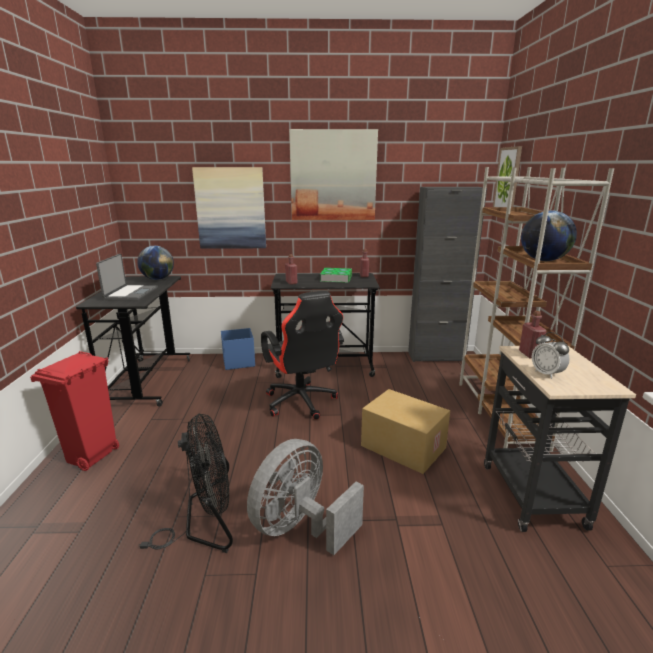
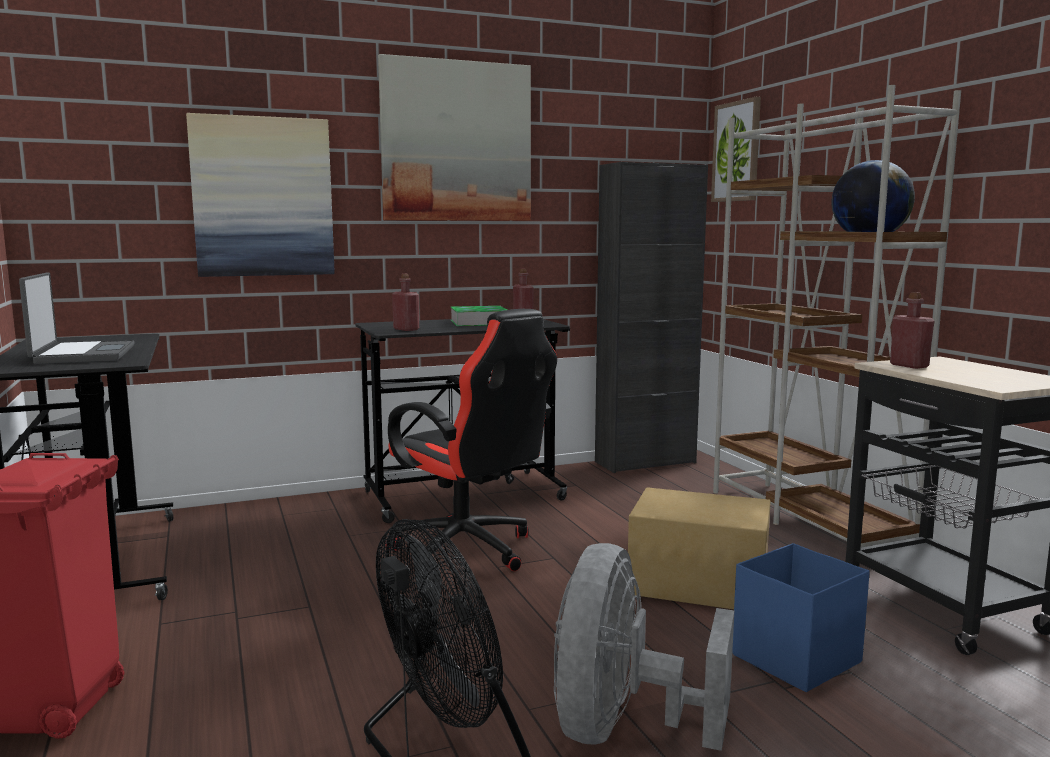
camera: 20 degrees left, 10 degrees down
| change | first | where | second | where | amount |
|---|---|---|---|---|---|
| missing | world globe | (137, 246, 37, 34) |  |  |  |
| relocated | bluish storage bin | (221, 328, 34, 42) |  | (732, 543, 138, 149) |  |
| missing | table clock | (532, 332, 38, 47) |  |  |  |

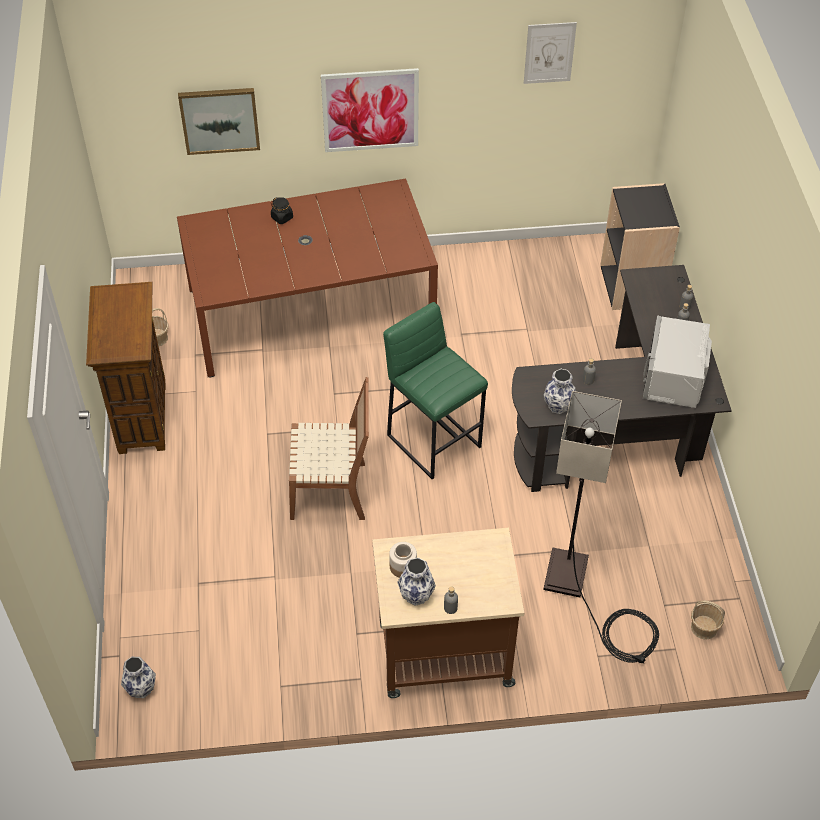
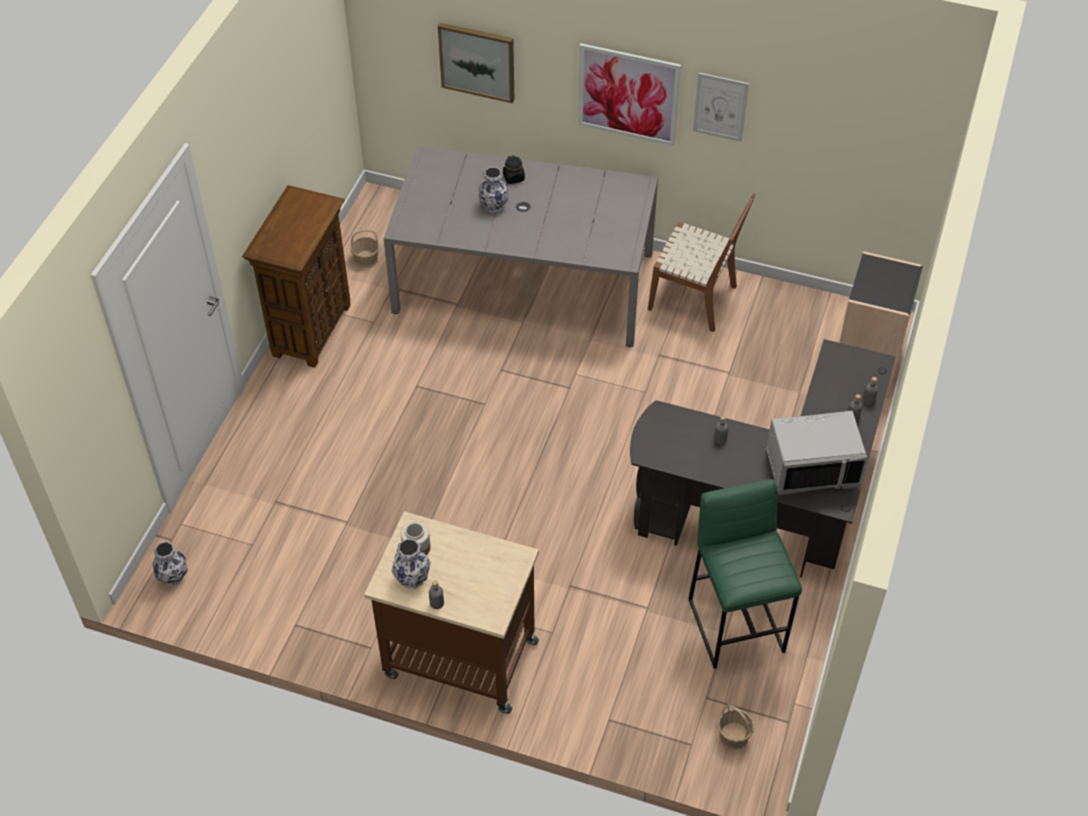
camera: 25 degrees right, 0 degrees up
| change | first | where | second | where | amount |
|---|---|---|---|---|---|
| relocated | picture | (524, 22, 53, 62) |  | (693, 73, 56, 69) |  |
| colour | brown dinner table | (177, 178, 261, 199) | gray dinner table | (383, 146, 275, 201) |  |
| relocated | green-coloured stool | (383, 302, 105, 178) |  | (689, 479, 113, 190) |  |
| spun | gray microwave oven | (643, 315, 69, 93) |  | (766, 411, 101, 84) | 135 degrees counterclockwise |
| relocated | vase | (543, 369, 33, 45) |  | (479, 167, 30, 46) |  |
| relocated | plain chair | (289, 377, 80, 143) |  | (648, 193, 108, 139) |  |
| missing | standing lamp | (543, 391, 116, 273) |  |  |  |

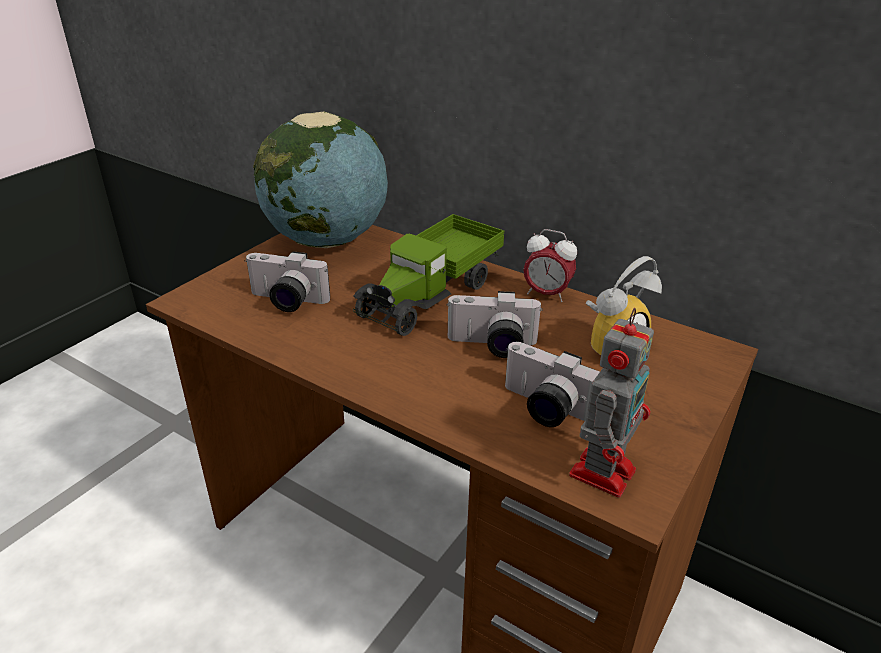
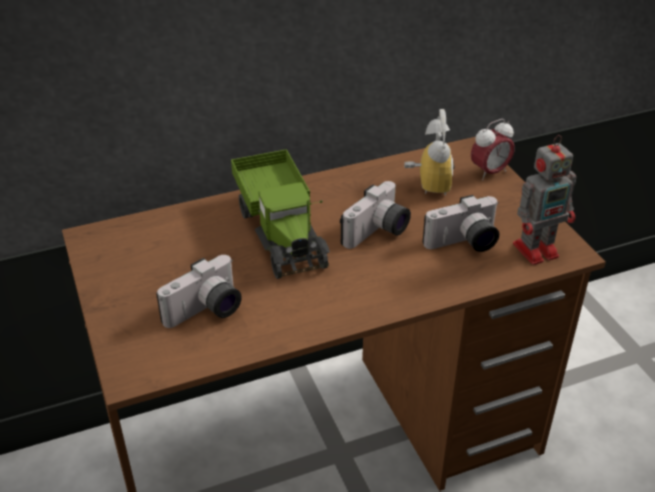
camera: 55 degrees left, 5 degrees up
| change | first | where | second | where | amount |
|---|---|---|---|---|---|
| missing | world globe | (253, 112, 135, 136) |  |  |  |
| relocated | table clock | (523, 229, 54, 73) |  | (471, 119, 44, 62) |  |
| spun | model robot | (569, 308, 85, 190) |  | (513, 135, 63, 130) | 90 degrees clockwise |

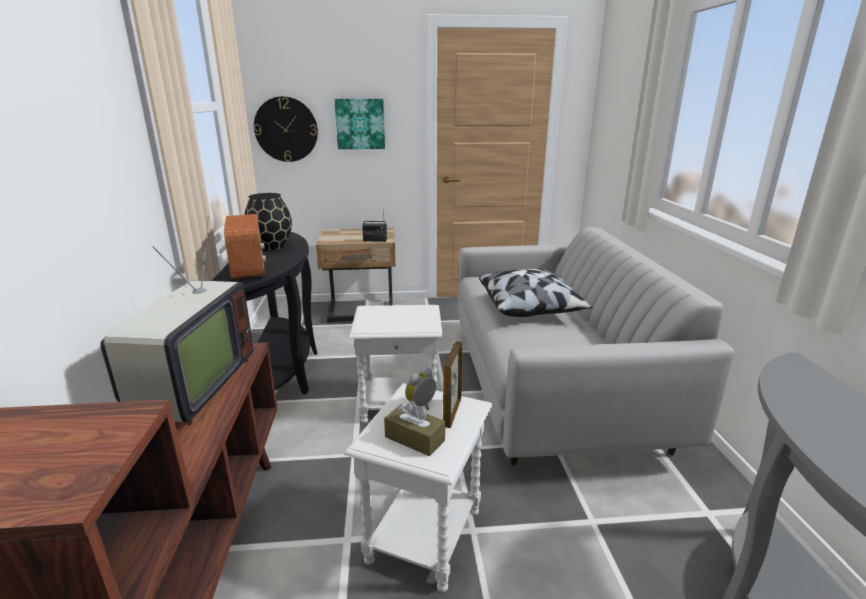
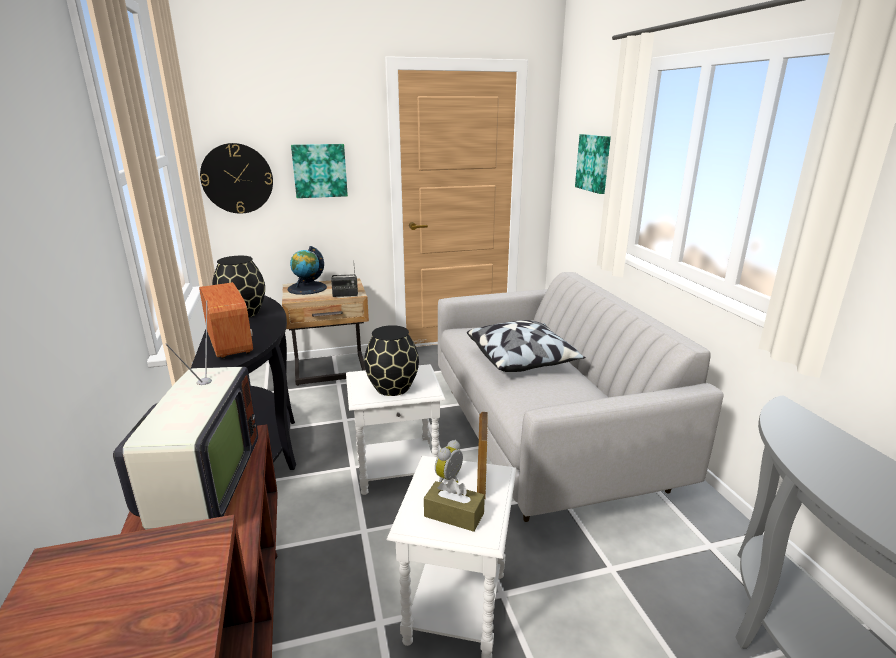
camera: 10 degrees left, 0 degrees up
| change | first | where | second | where | amount |
|---|---|---|---|---|---|
| appeared |  |  | picture | (575, 134, 36, 60) |  |
| appeared |  |  | world globe | (288, 246, 39, 49) |  |
| appeared |  |  | black-coloured vase | (364, 325, 55, 71) |  |

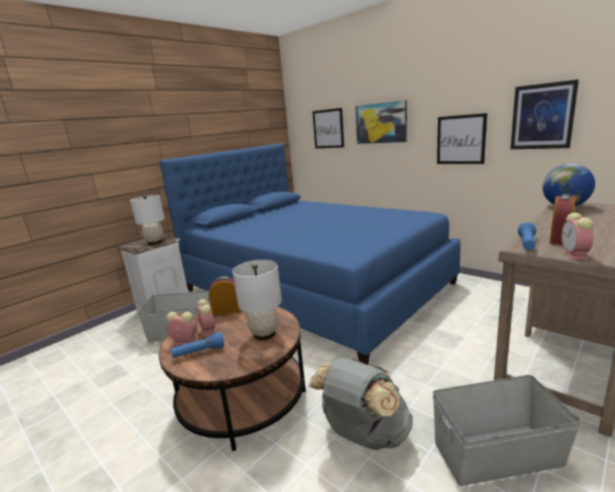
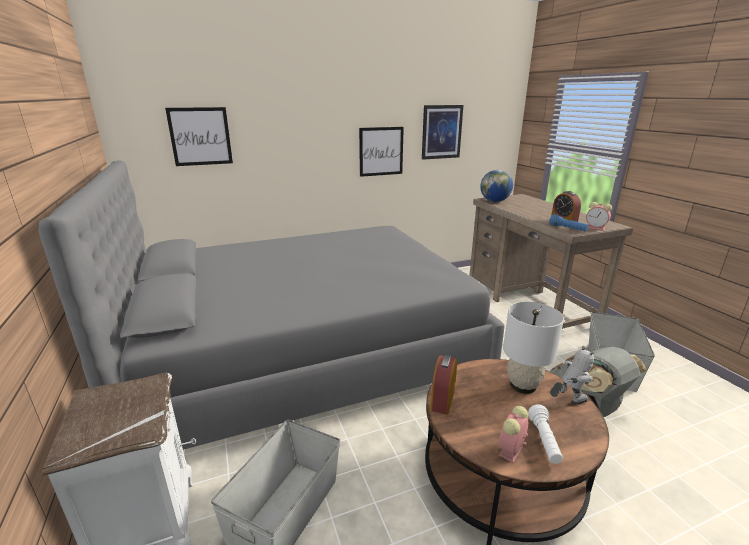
camera: 65 degrees left, 5 degrees up
| change | first | where | second | where | amount |
|---|---|---|---|---|---|
| missing | picture | (355, 100, 52, 44) |  |  |  |
| colour | bluish sleeping bed | (159, 143, 302, 222) | gray sleeping bed | (38, 160, 467, 290) |  |
| missing | whitish tabletop lamp | (130, 195, 35, 50) |  |  |  |
| missing | table clock | (196, 299, 19, 38) |  |  |  |
| colour | bluish torch | (171, 332, 53, 26) | whitish torch | (528, 404, 35, 60) |  |
| appeared |  |  | model robot | (550, 346, 44, 58) |  |

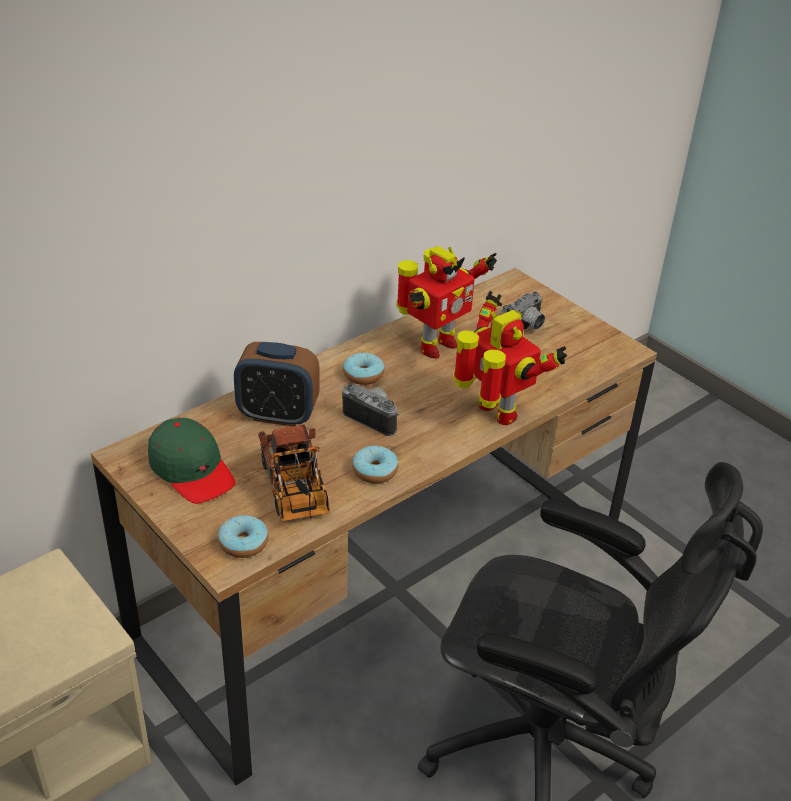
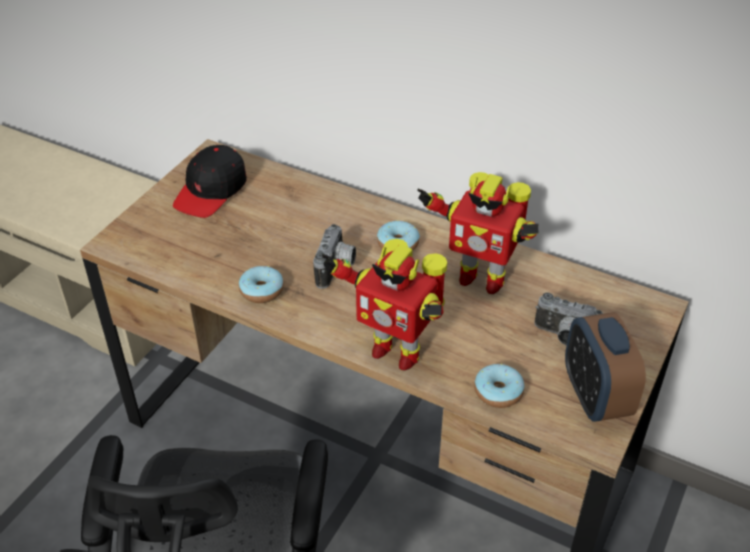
camera: 70 degrees right, 5 degrees up
| change | first | where | second | where | amount |
|---|---|---|---|---|---|
| spun | model robot | (453, 291, 114, 134) |  | (322, 239, 125, 132) | 90 degrees clockwise |
| relocated | table clock | (234, 342, 86, 85) |  | (565, 312, 81, 110) |  |
| colour | green-coloured cap | (148, 417, 87, 87) | black-coloured cap | (173, 145, 73, 73) |  |
| missing | toy lorry | (258, 424, 72, 97) |  |  |  |
| relocated | donut | (218, 515, 50, 43) |  | (474, 364, 51, 44) |  |

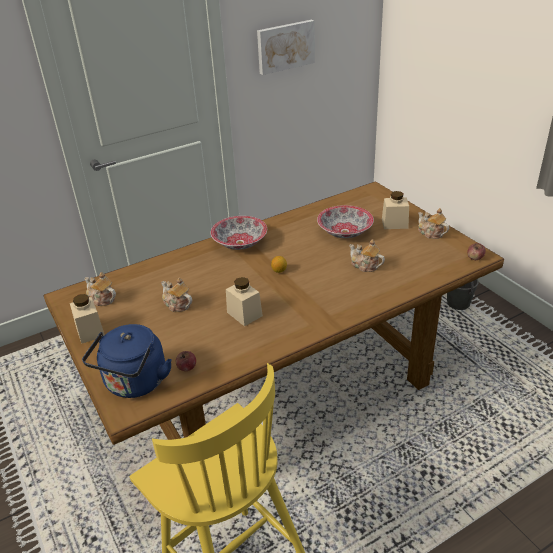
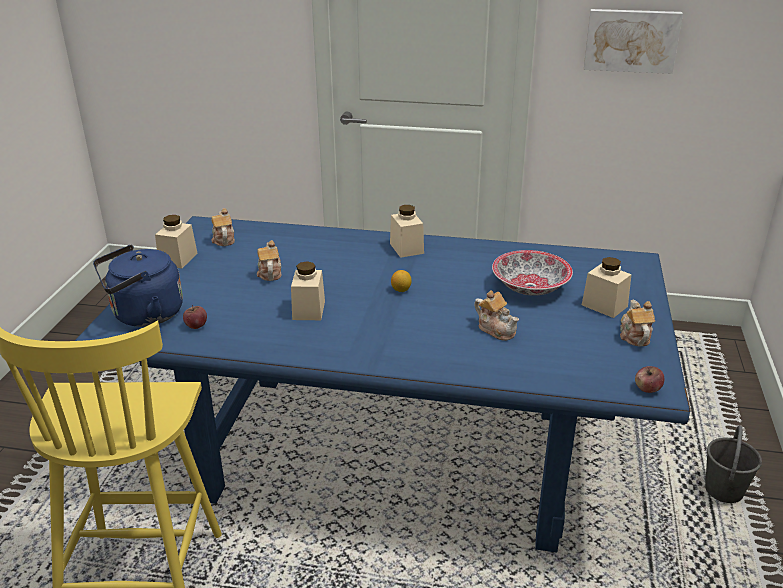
camera: 40 degrees right, 5 degrees down
| change | first | where | second | where | amount |
|---|---|---|---|---|---|
| colour | brown dinner table | (44, 181, 460, 264) | bluish dinner table | (75, 216, 615, 337) |  |
| exchanged | serving bowl | (211, 216, 56, 34) | beige preserve jar | (390, 205, 34, 53) |  |
| spun | pot for tea | (349, 239, 36, 33) |  | (474, 290, 45, 51) | 150 degrees clockwise |

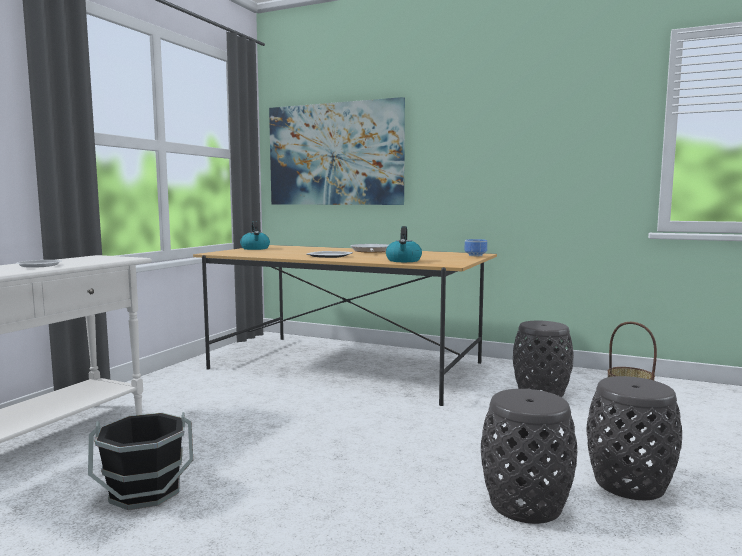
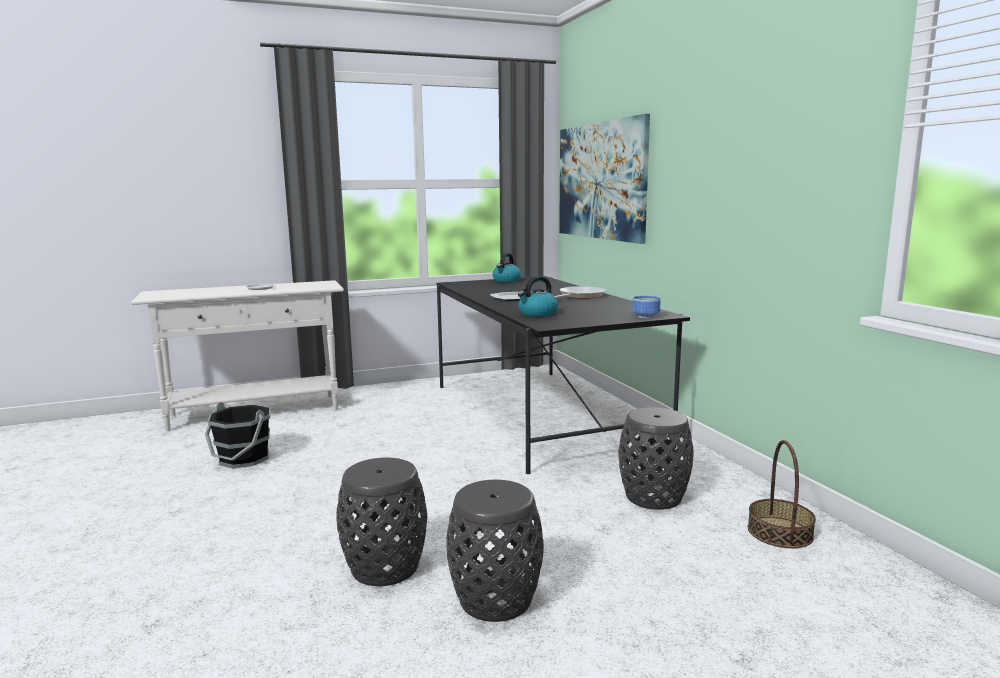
camera: 45 degrees right, 5 degrees up
| change | first | where | second | where | amount |
|---|---|---|---|---|---|
| colour | beige dinner table | (193, 245, 304, 161) | black-coloured dinner table | (436, 276, 254, 198) |  |

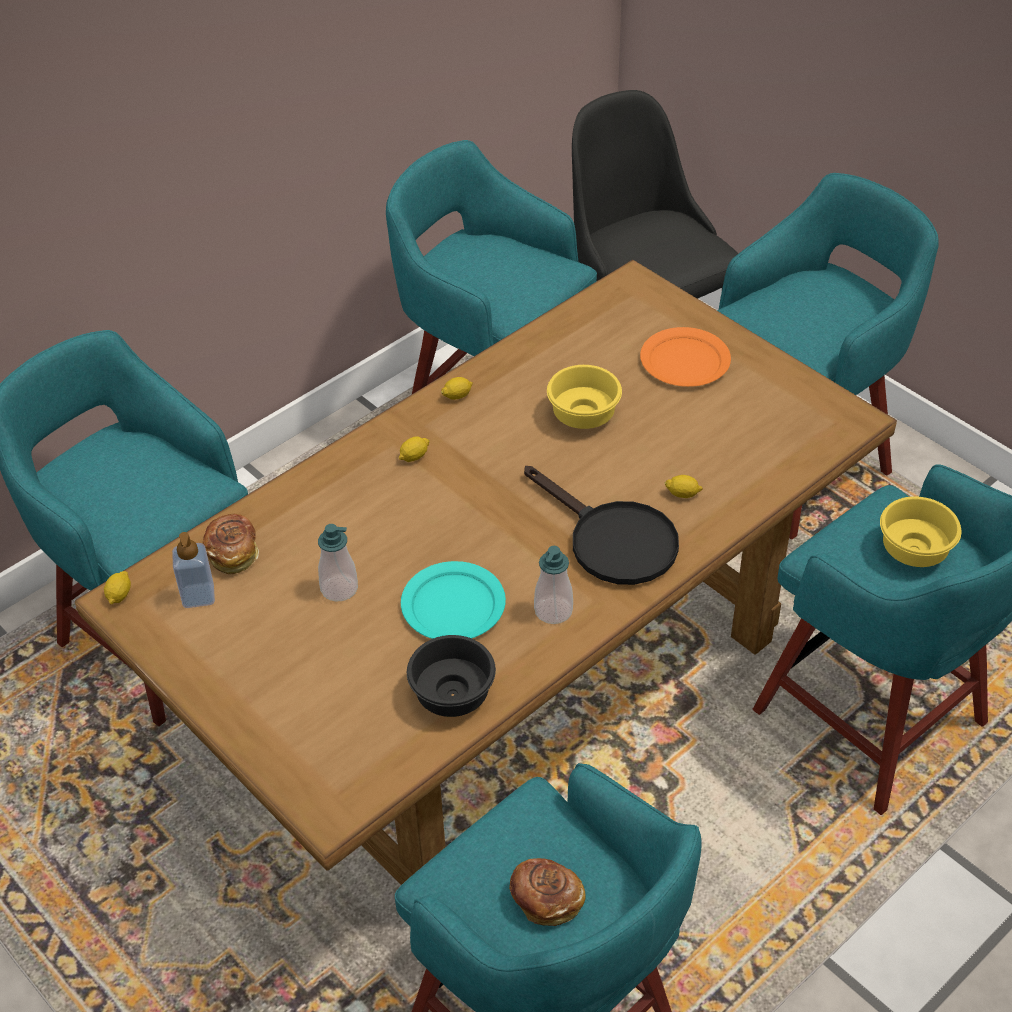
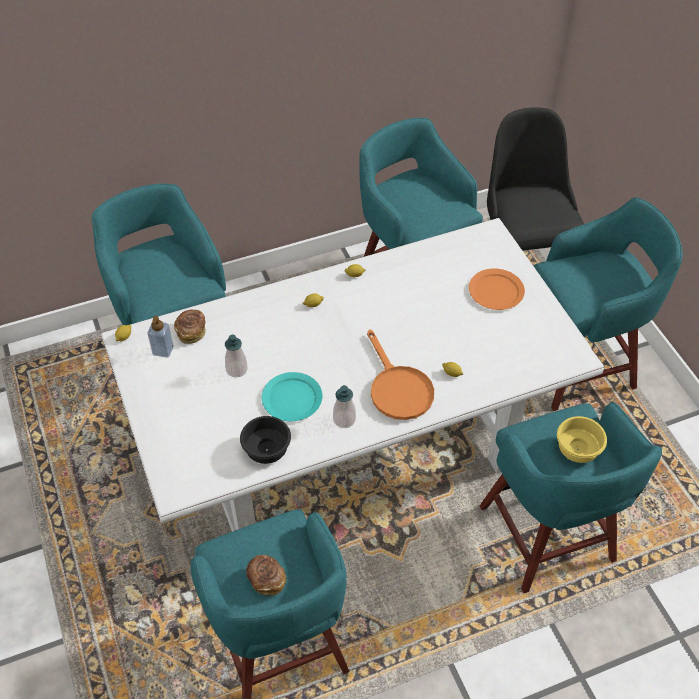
camera: 20 degrees right, 5 degrees up
| change | first | where | second | where | amount |
|---|---|---|---|---|---|
| colour | brown dinner table | (75, 260, 822, 625) | whitish dinner table | (101, 218, 504, 314) |  |
| missing | yellow-coloured serving bowl | (547, 365, 75, 64) |  |  |  |
| colour | black-coloured frying pan | (524, 466, 155, 119) | orange frying pan | (367, 329, 67, 91) |  |

